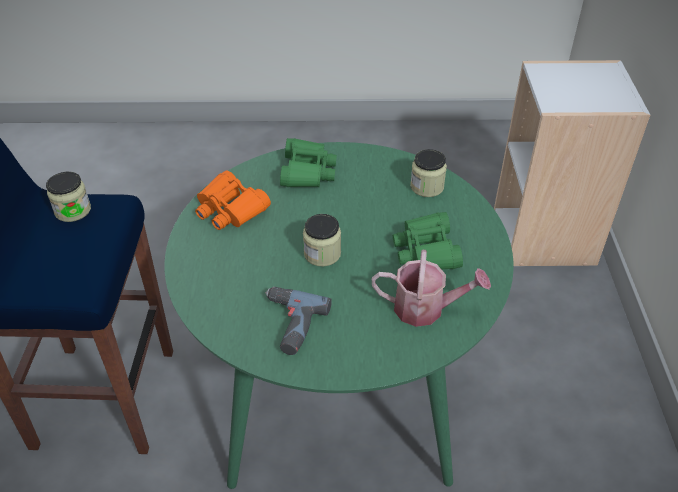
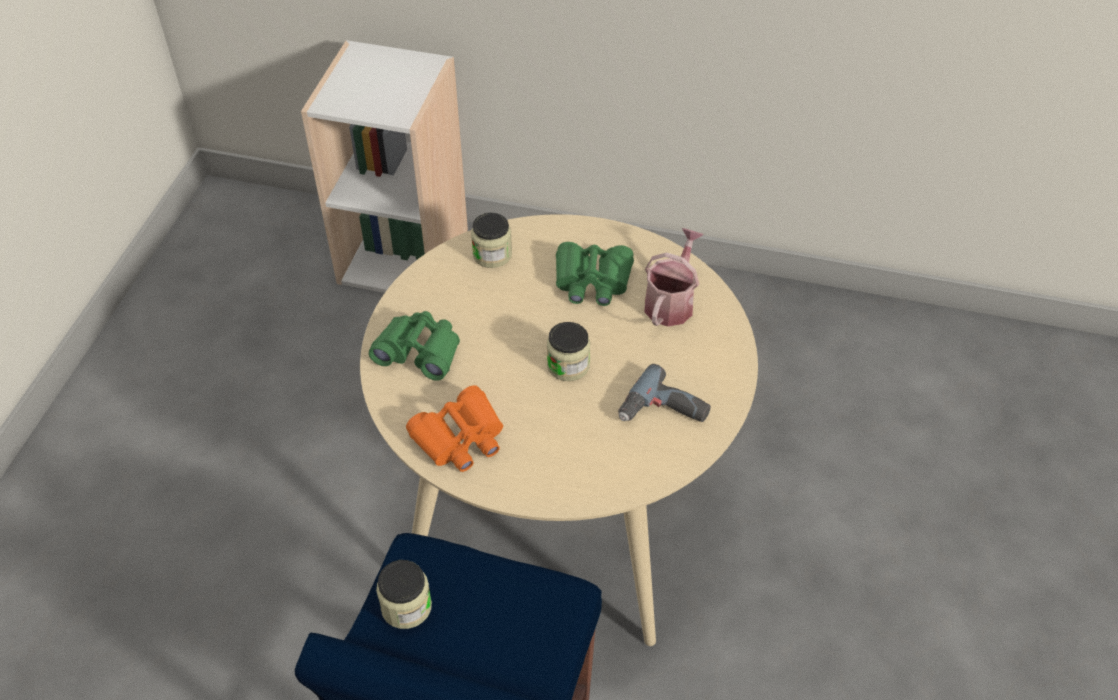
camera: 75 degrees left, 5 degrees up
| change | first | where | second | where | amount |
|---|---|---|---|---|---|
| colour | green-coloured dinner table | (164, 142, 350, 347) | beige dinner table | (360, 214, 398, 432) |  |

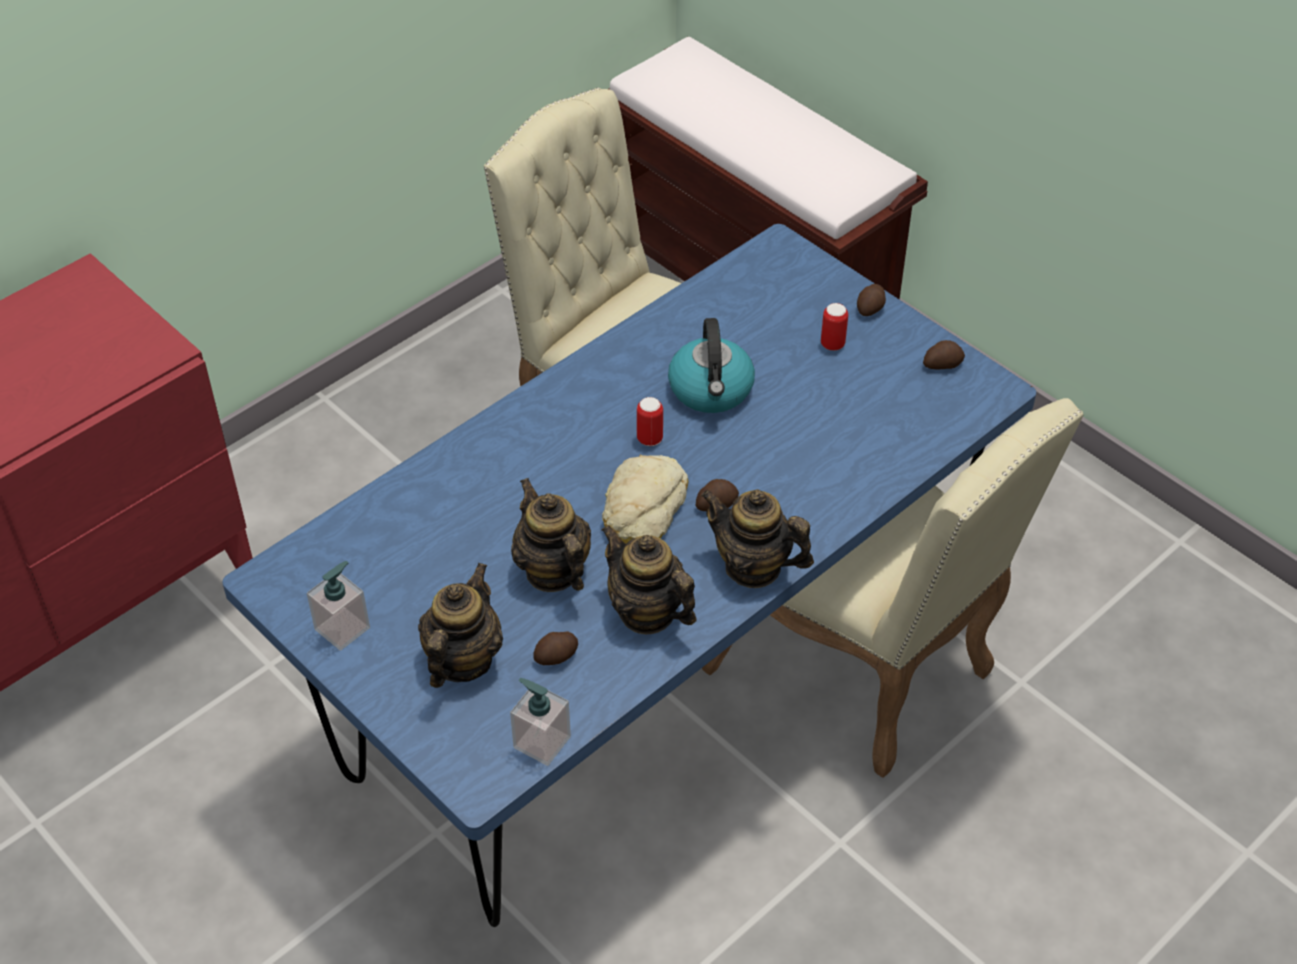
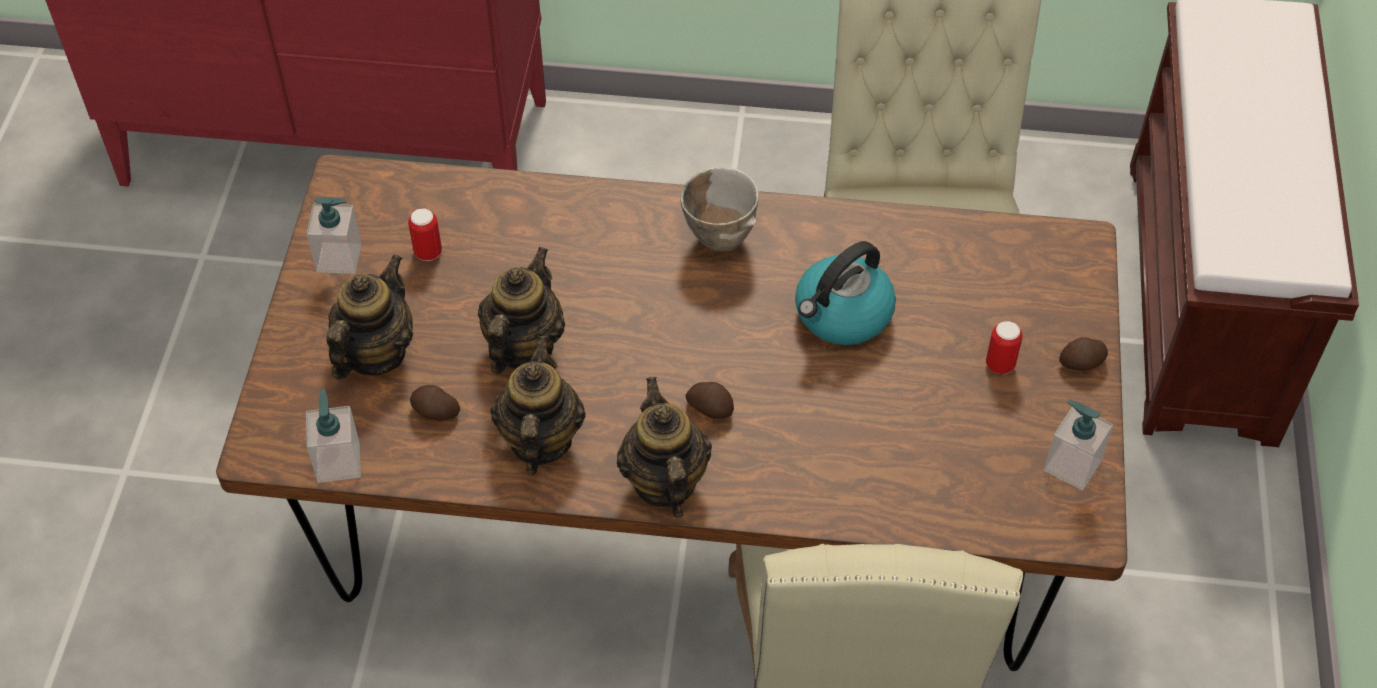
camera: 50 degrees right, 5 degrees up
| change | first | where | second | where | amount |
|---|---|---|---|---|---|
| colour | bluish dinner table | (223, 224, 813, 703) | brown dinner table | (216, 154, 911, 517) |  |
| exchanged | spud | (923, 340, 42, 29) | soap dispenser | (1044, 400, 69, 90) |  |
| relocated | can | (637, 397, 26, 49) |  | (408, 208, 34, 53) |  |
| missing | bakery bread | (602, 454, 86, 89) |  |  |  |
| spun | pot for tea | (418, 563, 85, 125) |  | (326, 255, 87, 124) | 45 degrees counterclockwise |
| appeared |  |  | serving bowl | (680, 168, 79, 84) |  |

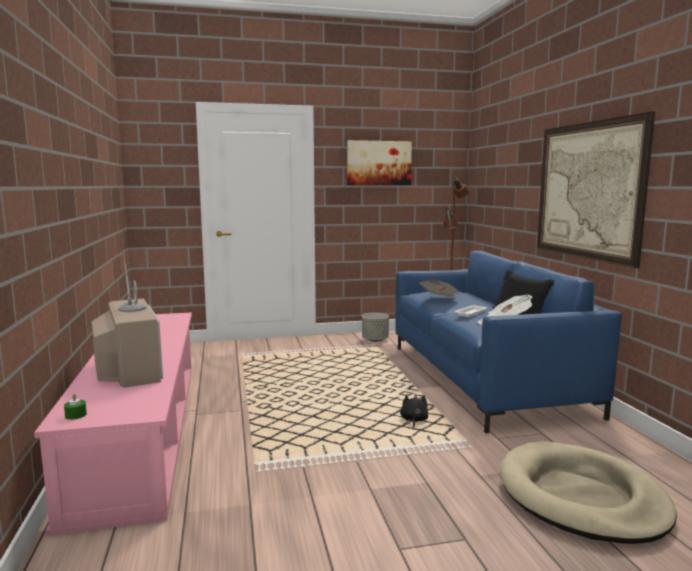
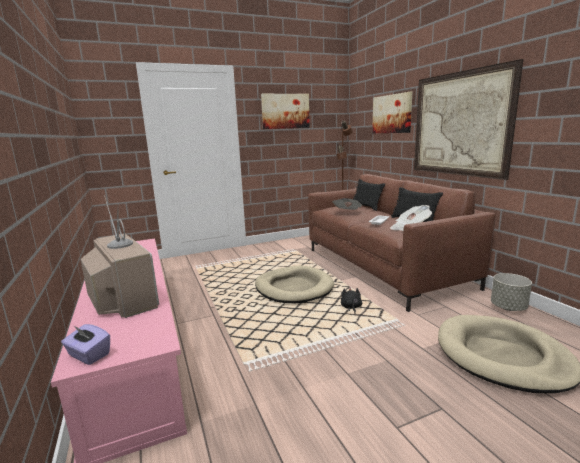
camera: 10 degrees left, 5 degrees up
| change | first | where | second | where | amount |
|---|---|---|---|---|---|
| colour | bluish settee | (395, 251, 227, 183) | brown settee | (308, 174, 188, 138) |  |
| relocated | gray planter | (362, 312, 27, 30) |  | (491, 273, 41, 38) |  |
| exchanged | green-coloured wax candle | (64, 393, 23, 27) | purple tissue holder | (61, 324, 49, 41) |  |
| appeared |  |  | picture | (372, 92, 40, 41) |  |
| appeared |  |  | black-coloured cushion | (353, 179, 32, 32) |  |
| appeared |  |  | beige dog cushion | (255, 266, 79, 37) |  |

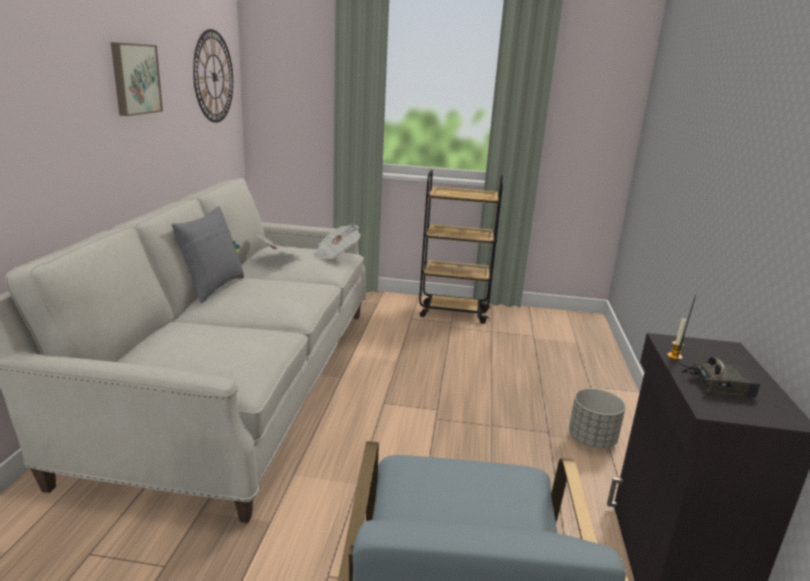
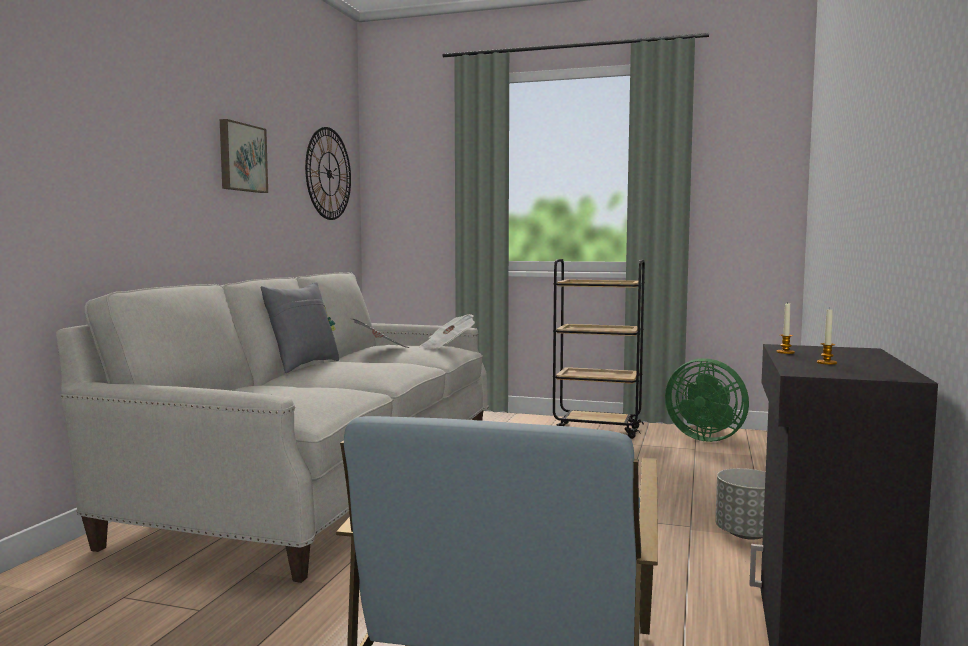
camera: 10 degrees right, 15 degrees down
| change | first | where | second | where | amount |
|---|---|---|---|---|---|
| exchanged | radio receiver | (677, 295, 83, 102) | wax candle | (817, 308, 20, 57) |  |
| appeared |  |  | green-coloured cooling fan | (665, 359, 84, 83) |  |

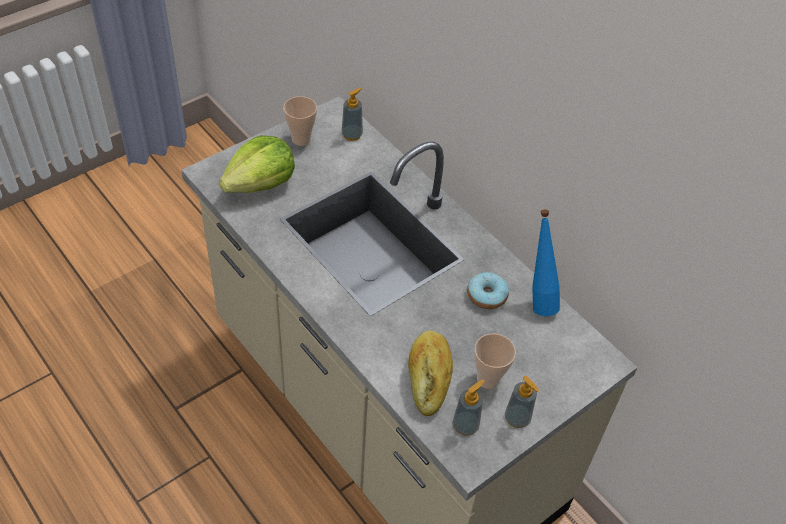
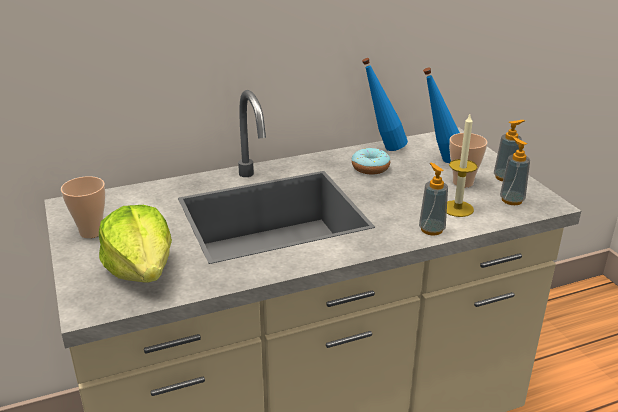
camera: 70 degrees left, 20 degrees down
| change | first | where | second | where | amount |
|---|---|---|---|---|---|
| relocated | soap dispenser | (342, 88, 21, 53) |  | (419, 163, 29, 73) |  |
| exchanged | bakery bread | (408, 331, 45, 85) | wax candle | (447, 114, 31, 103) |  |
| appeared |  |  | bluish bottle | (423, 68, 37, 95) |  |

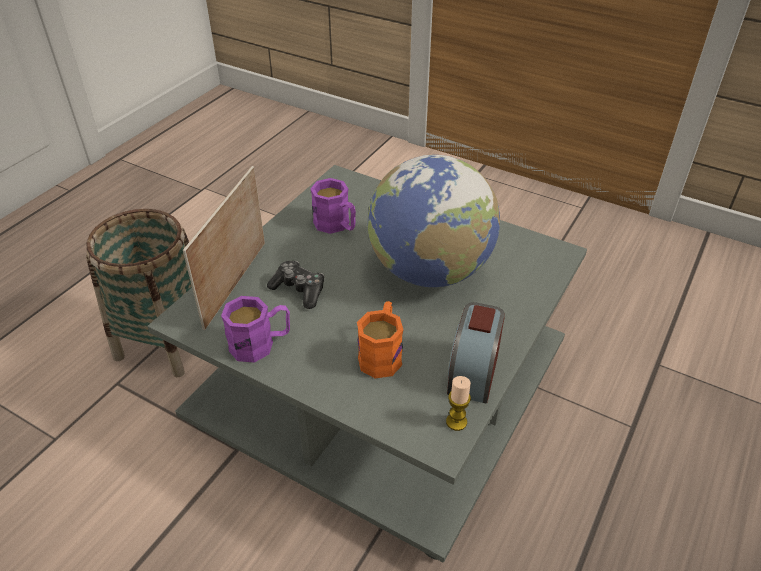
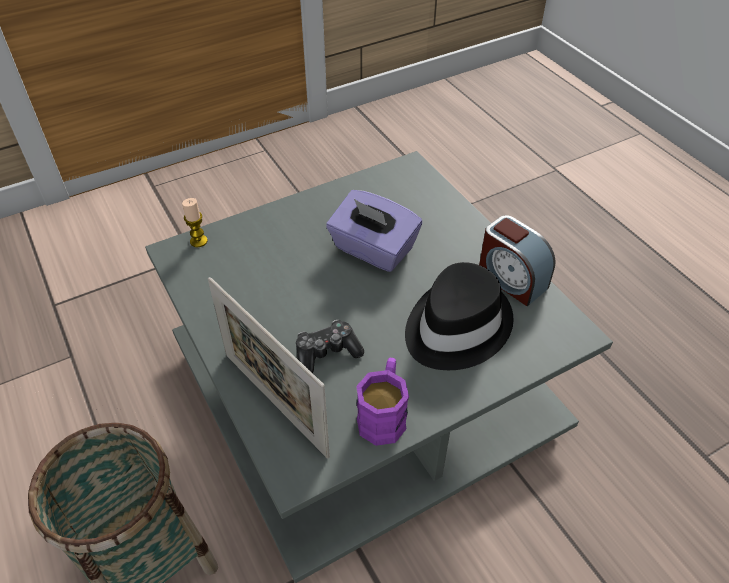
camera: 60 degrees left, 5 degrees up
| change | first | where | second | where | amount |
|---|---|---|---|---|---|
| exchanged | world globe | (368, 155, 132, 132) | purple tissue holder | (326, 190, 96, 82) |  |
| missing | purple coffee mug | (310, 178, 46, 56) |  |  |  |
| exchanged | orange coffee mug | (357, 301, 46, 77) | black-coloured hat | (405, 262, 109, 108) |  |
| relocated | wax candle | (446, 376, 25, 55) |  | (182, 198, 26, 49) |  |

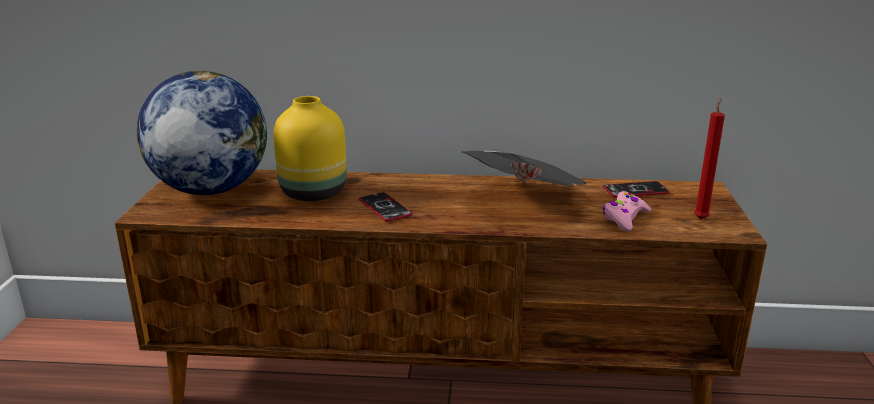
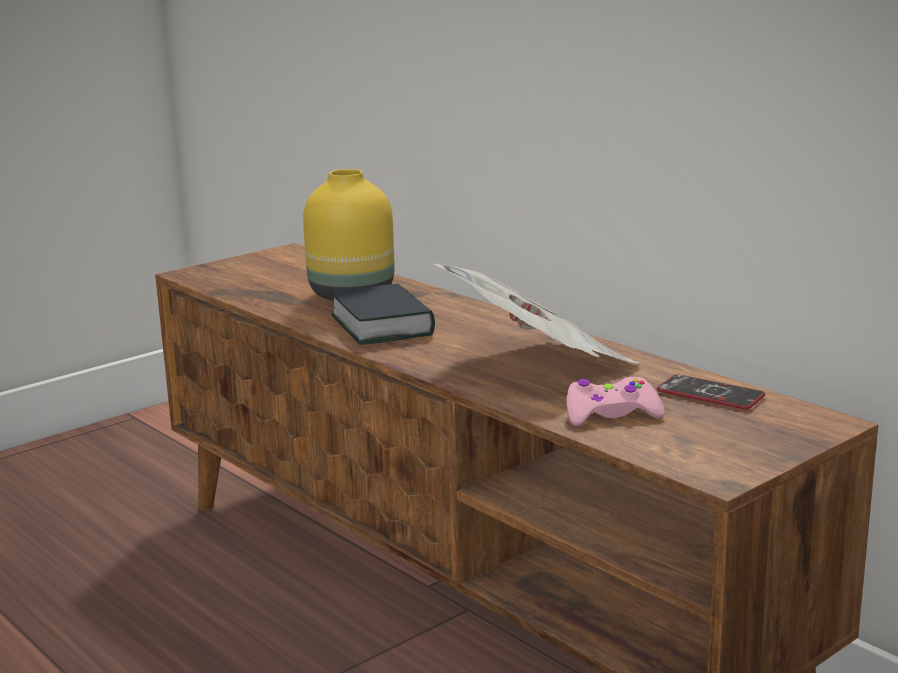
camera: 45 degrees right, 5 degrees down
| change | first | where | second | where | amount |
|---|---|---|---|---|---|
| missing | world globe | (137, 71, 130, 124) |  |  |  |
| missing | red-coloured wax candle | (694, 98, 31, 121) |  |  |  |
| exchanged | telephone | (359, 192, 53, 29) | bound book | (331, 283, 104, 62) |  |

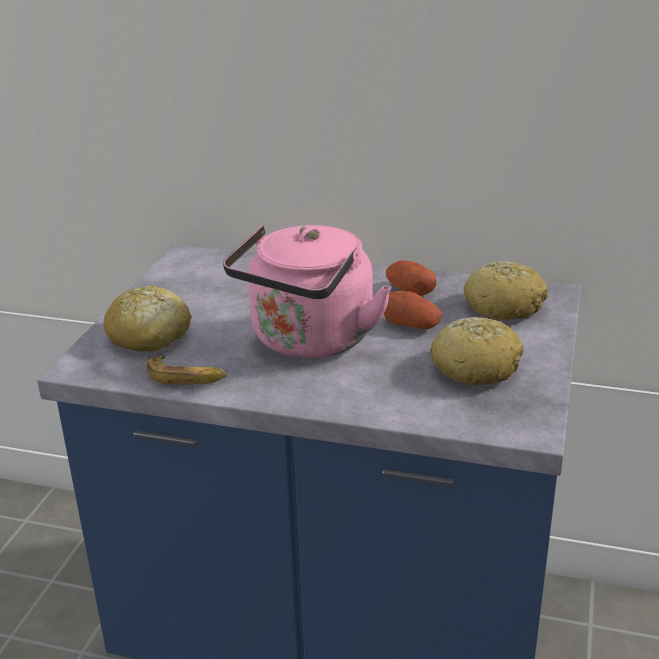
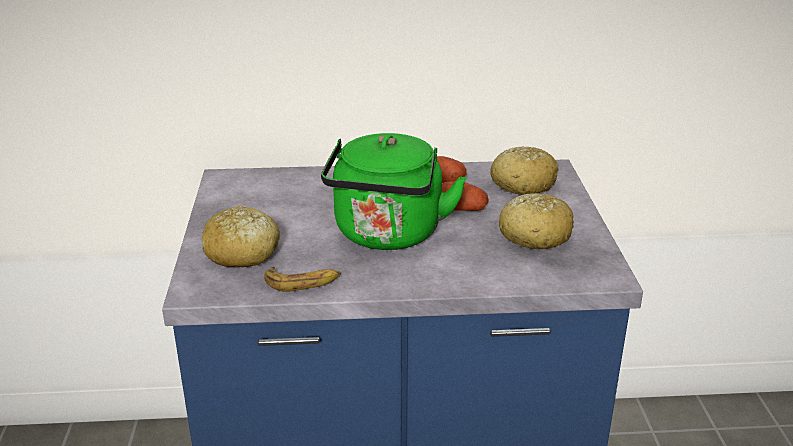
camera: 20 degrees left, 0 degrees up
| change | first | where | second | where | amount |
|---|---|---|---|---|---|
| colour | pinkish water kettle | (223, 225, 169, 133) | green-coloured water kettle | (321, 133, 146, 117) |  |

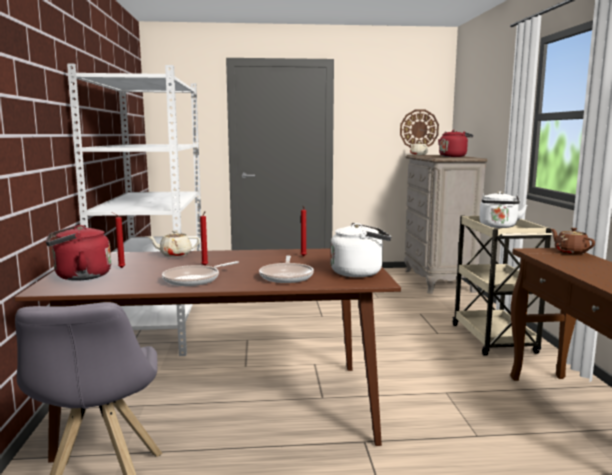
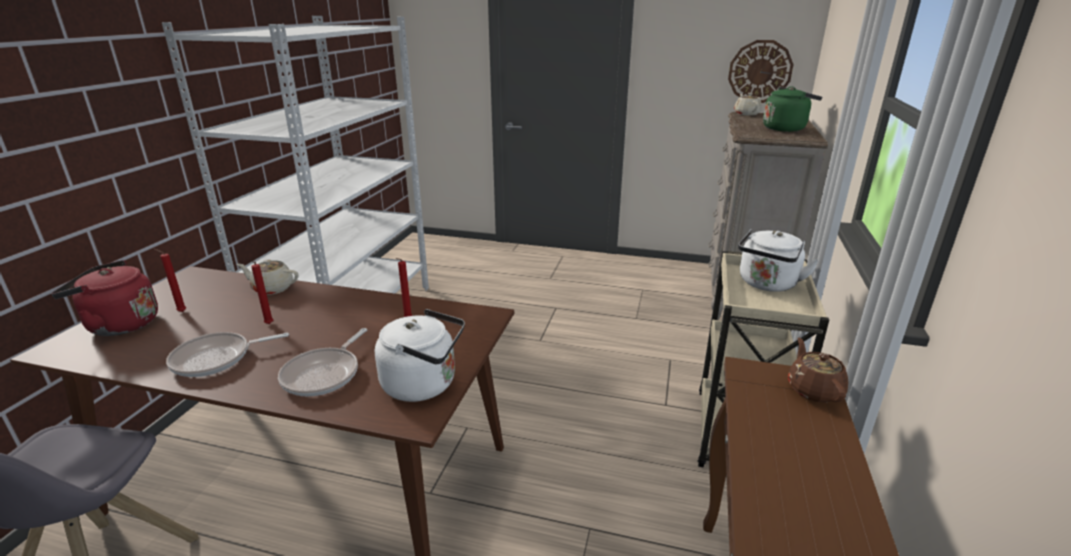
camera: 20 degrees right, 15 degrees up
| change | first | where | second | where | amount |
|---|---|---|---|---|---|
| colour | red-coloured water kettle | (438, 130, 35, 27) | green-coloured water kettle | (763, 86, 59, 46) |  |

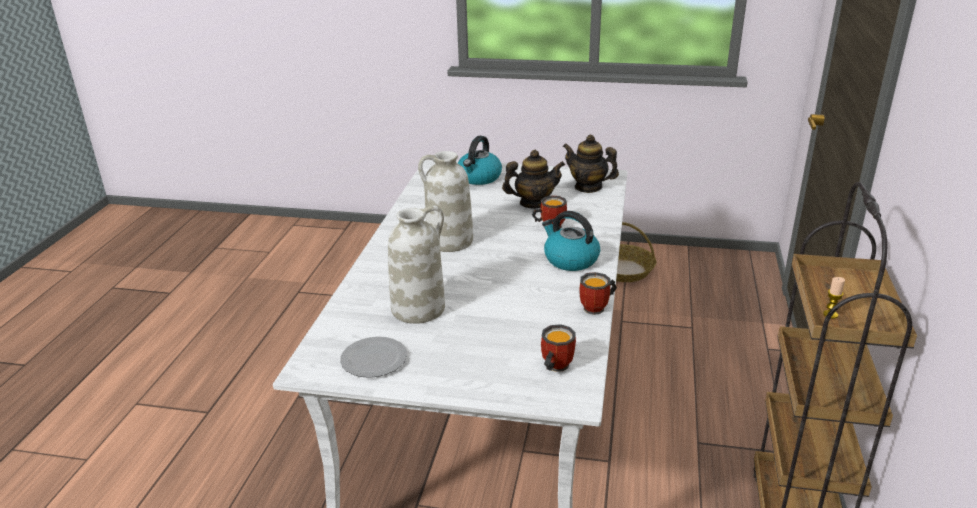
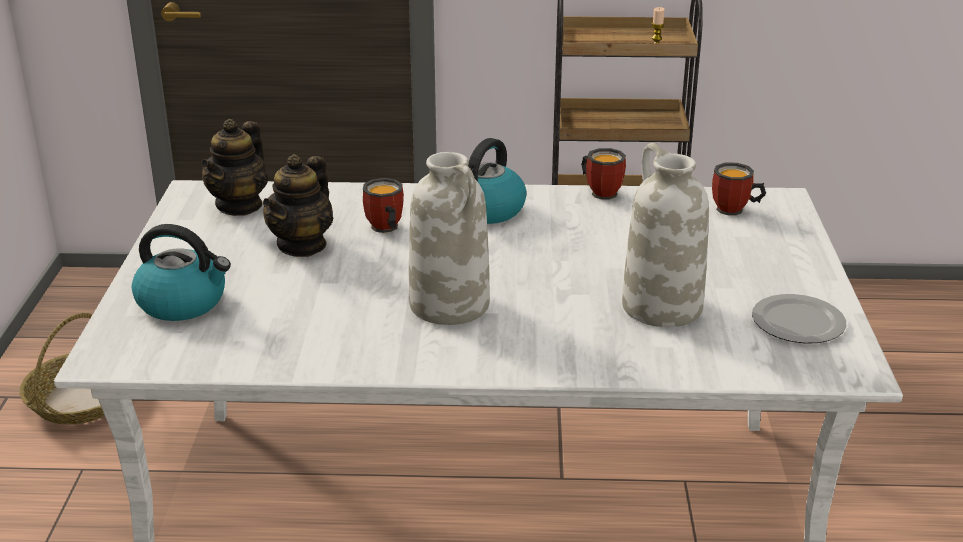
camera: 100 degrees left, 0 degrees up
| change | first | where | second | where | amount |
|---|---|---|---|---|---|
| spun | pot for tea | (502, 150, 63, 59) |  | (263, 154, 71, 103) | 135 degrees counterclockwise |

